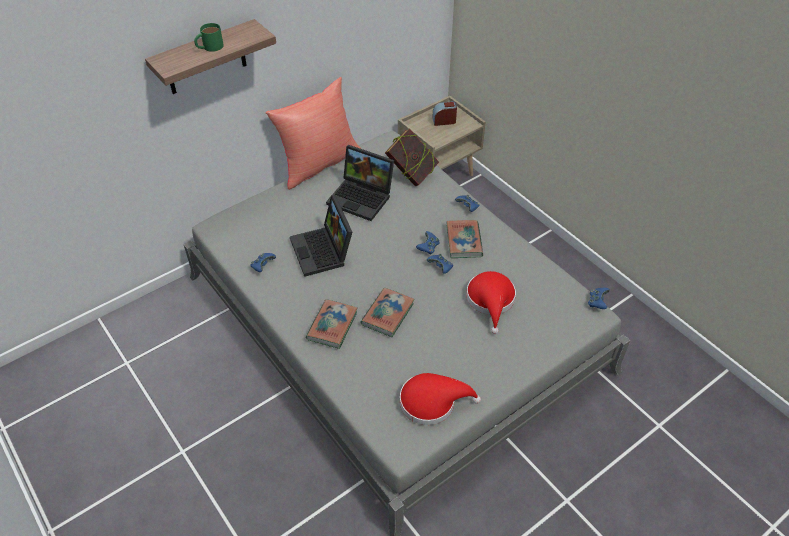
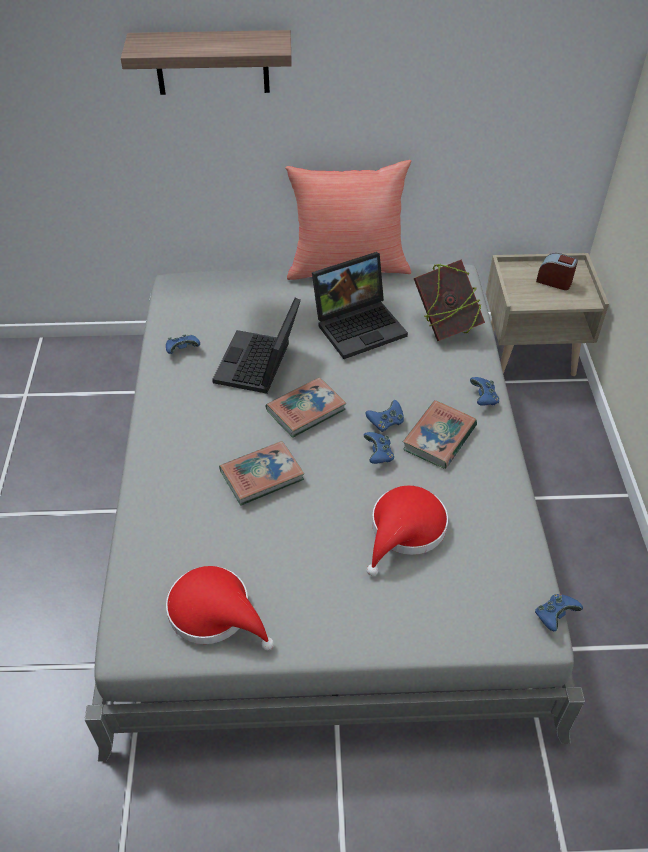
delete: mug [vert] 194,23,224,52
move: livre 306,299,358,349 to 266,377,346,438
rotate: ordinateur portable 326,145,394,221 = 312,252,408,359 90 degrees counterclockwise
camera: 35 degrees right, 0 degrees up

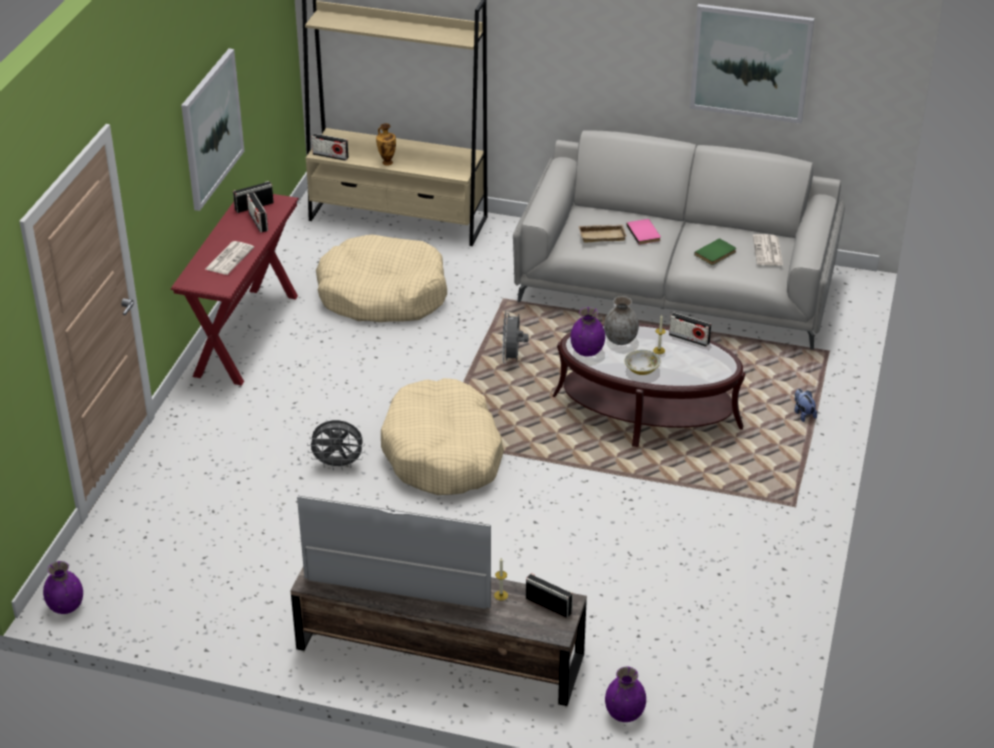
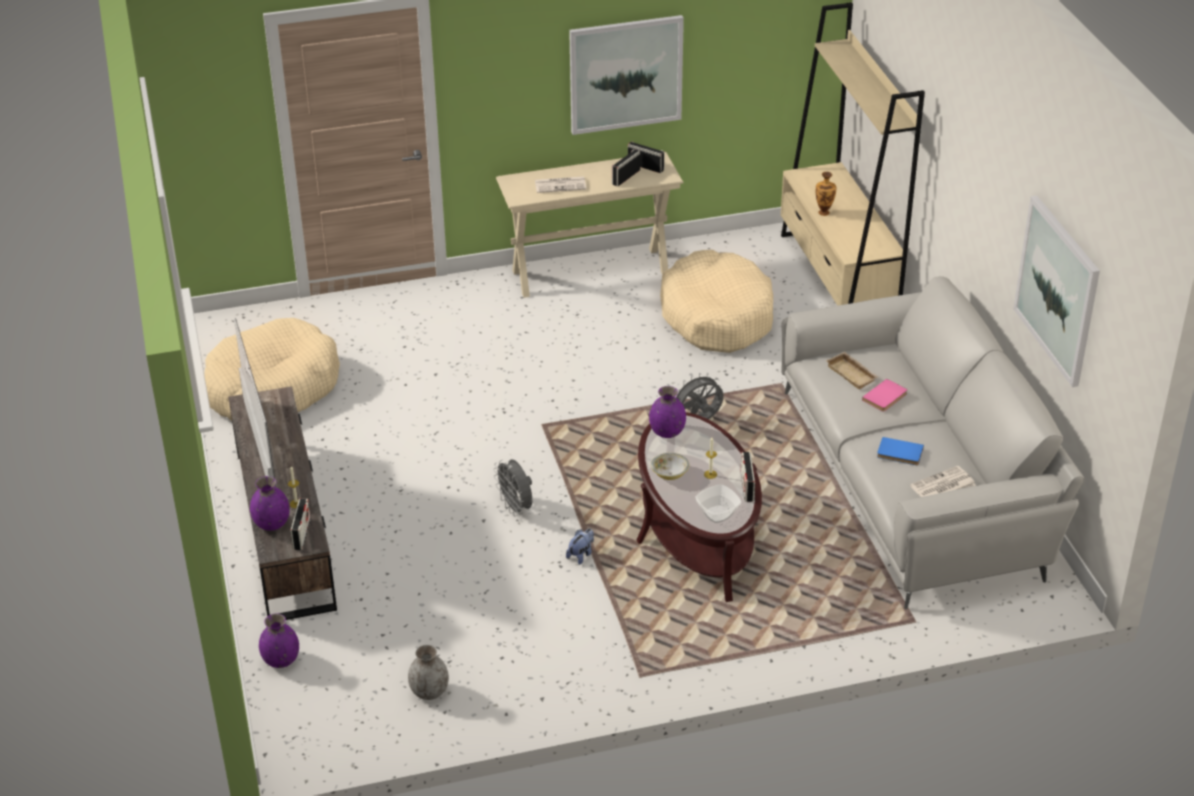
delete: radio 312,133,349,161
insert: bol 695,484,741,523
move: panier pour chien [beige] 381,378,504,495 to 204,318,340,421; vase [violet] 43,561,83,614 to 250,476,290,531; vase [gris] 604,296,639,345 to 408,645,449,700; ventilateur [gris] 307,420,365,470 to 493,459,532,516; peluche 794,389,817,422 to 566,529,594,565
recolor: table console [rouge] 171,194,299,386 to table console [beige] 496,152,684,298; livre [vert] 694,238,736,265 to livre [bleu] 877,437,924,465
camera: 60 degrees right, 0 degrees up

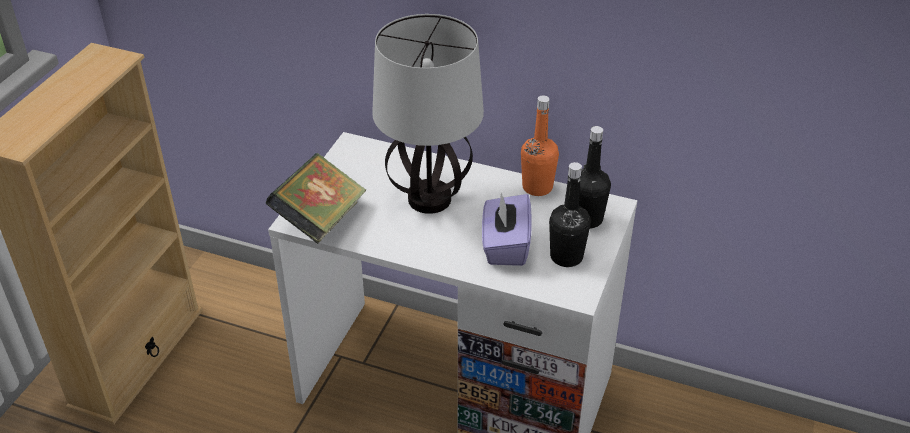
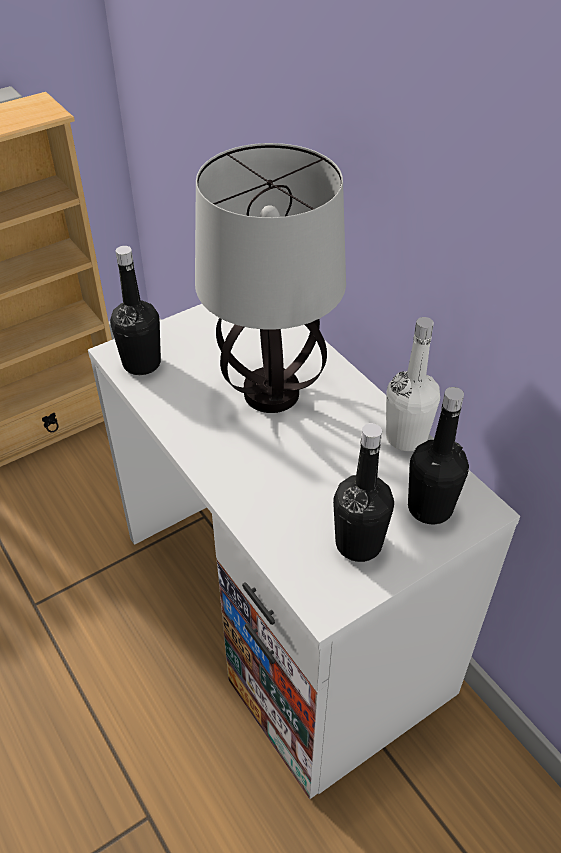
delete: boîte à mouchoirs [violet] 482,193,531,266
replace: livre 266,153,366,244 to bouteille [noir] 110,246,161,375
recolor: bouteille [orange] 521,95,559,196 to bouteille [blanc] 386,317,440,451
camera: 35 degrees right, 5 degrees up

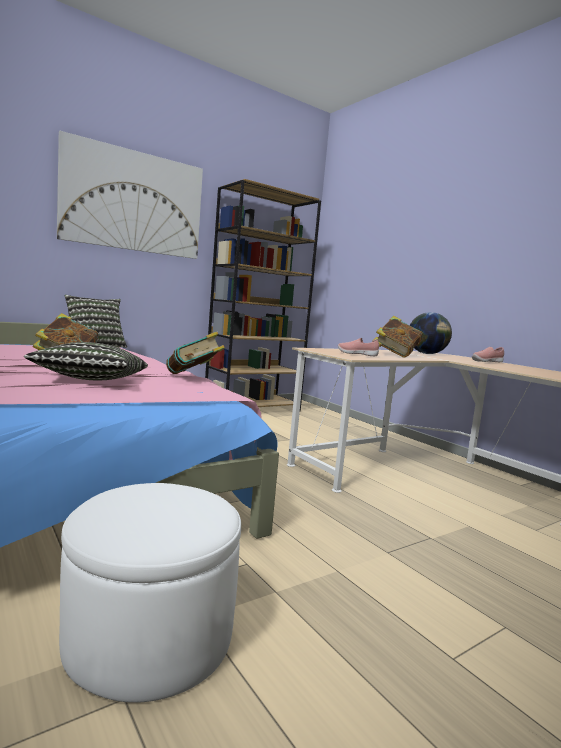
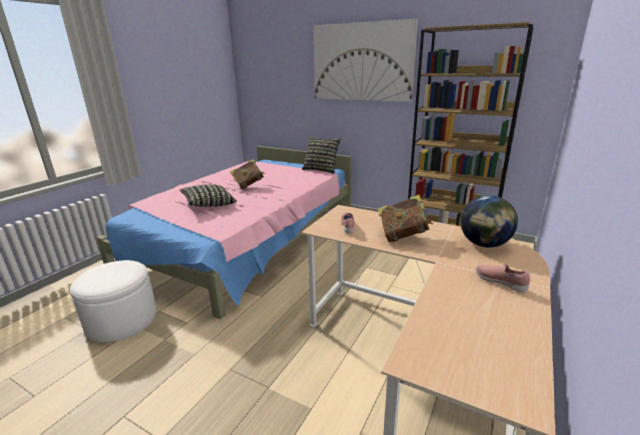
delete: livre 166,332,225,374
camera: 65 degrees right, 15 degrees up

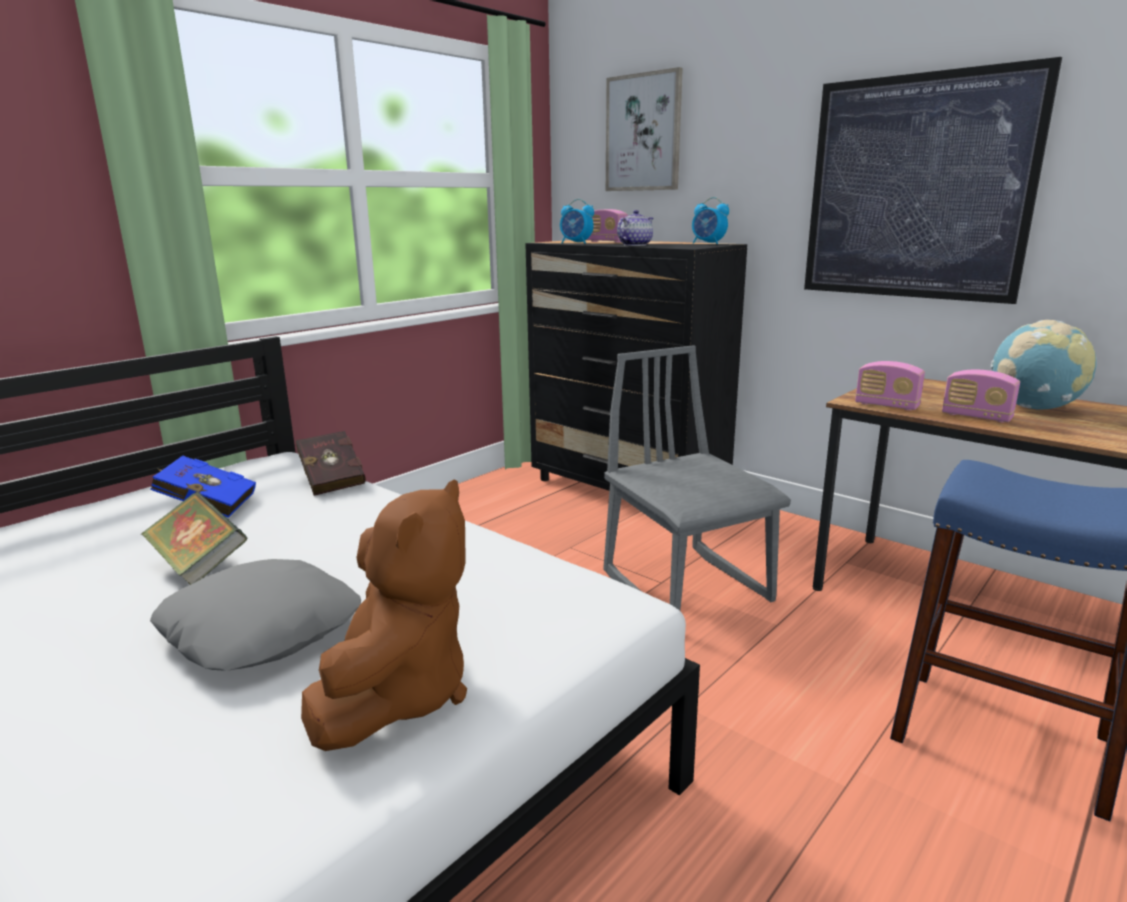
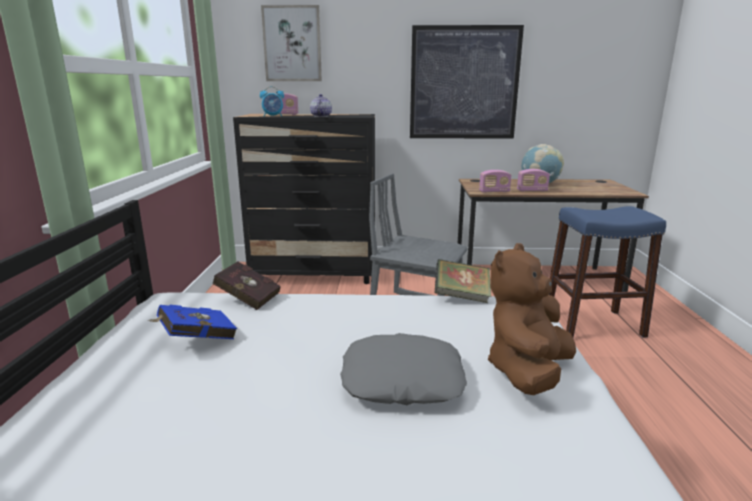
delete: réveil 692,197,729,244
move: livre 141,492,248,585 to 435,259,491,303
rotate: peluche [marron] 301,479,467,751 = 488,243,576,395 120 degrees counterclockwise
camera: 40 degrees left, 0 degrees up

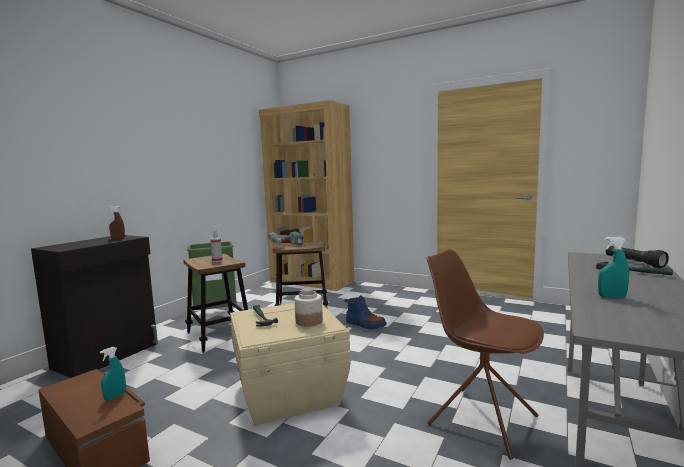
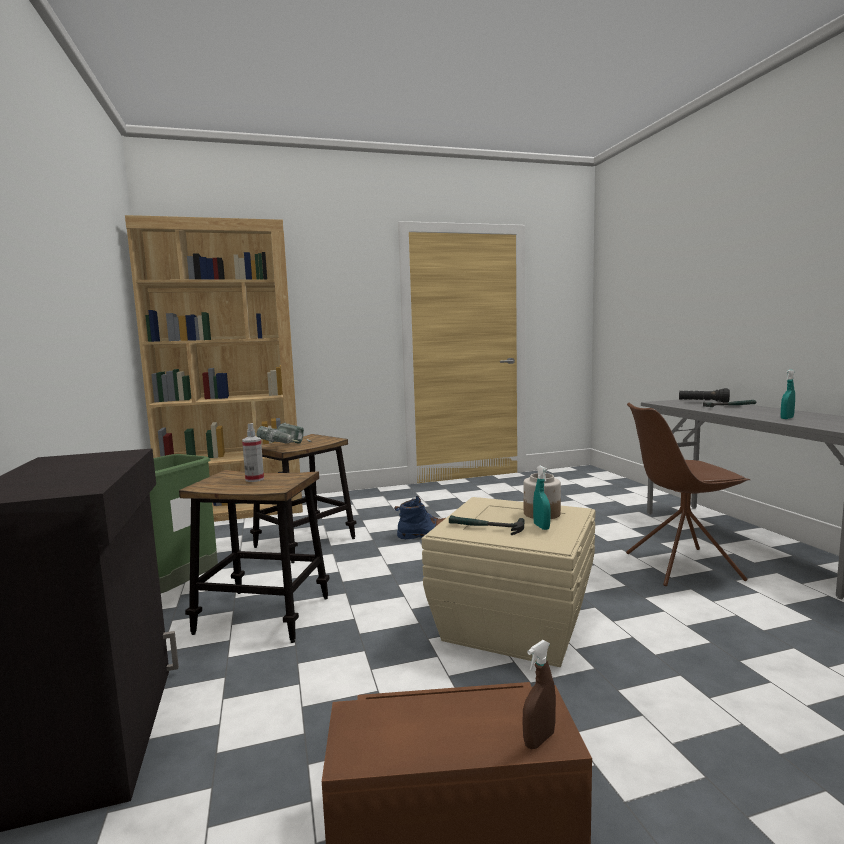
move: vaporisateur [marron] 109,205,125,239 to 522,640,556,749; vaporisateur [turquoise] 100,347,126,401 to 533,466,551,530
camera: 45 degrees left, 0 degrees up

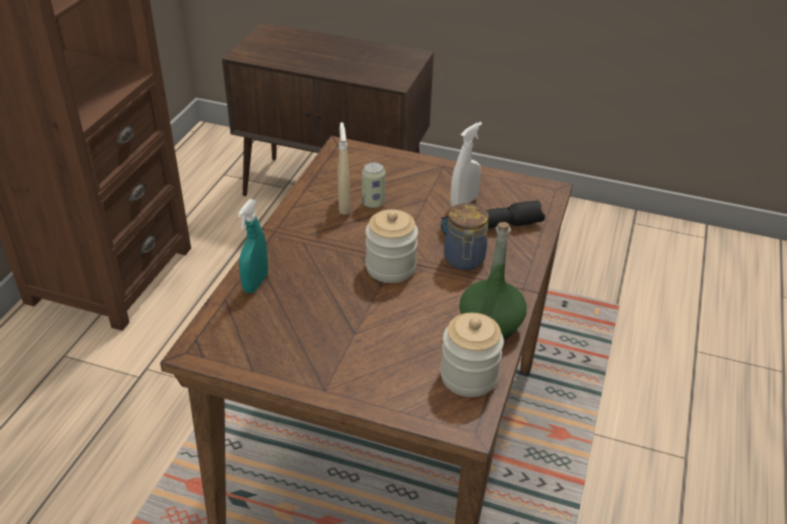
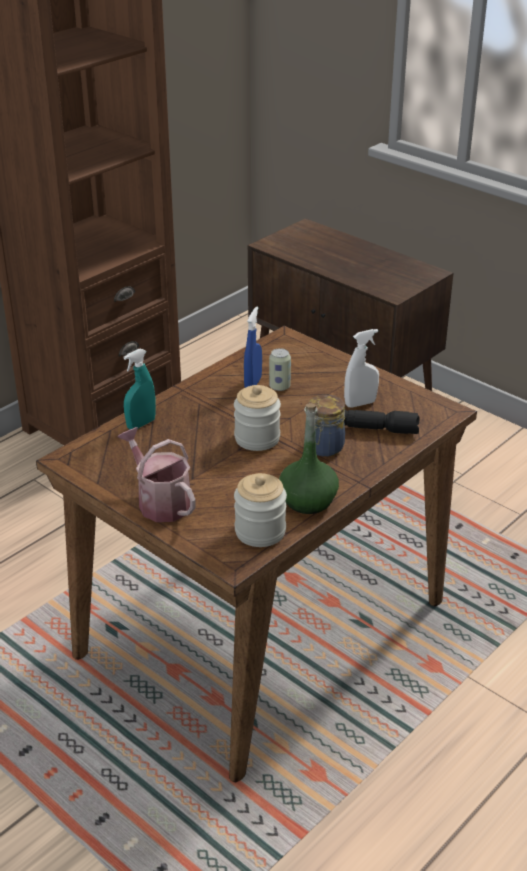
insert: arrosoir 117,427,196,522
recolor: vaporisateur [beige] 338,122,350,215 to vaporisateur [bleu] 244,307,262,388
camera: 25 degrees right, 5 degrees down

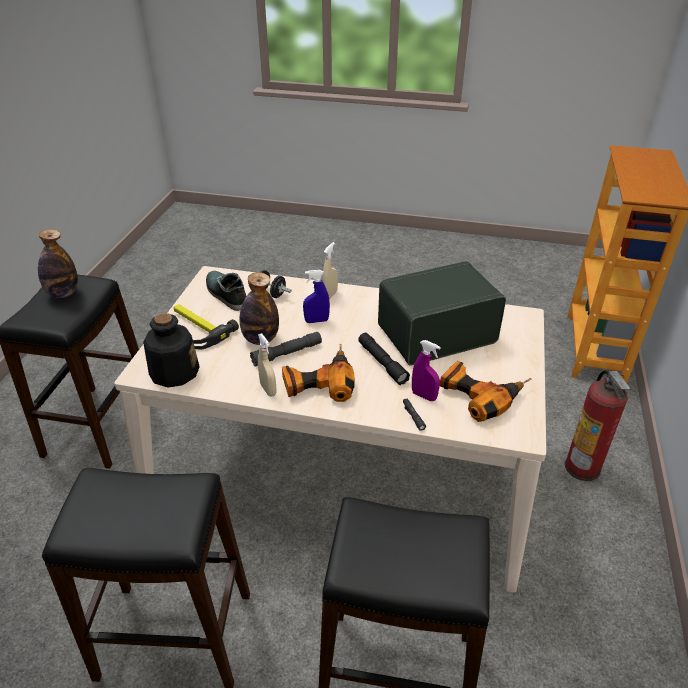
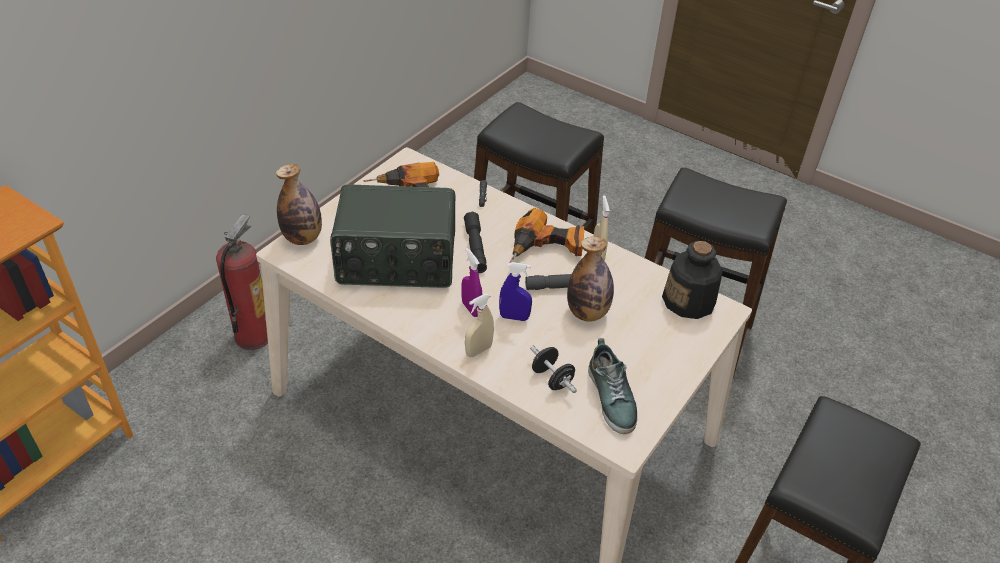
delete: marteau 173,304,239,350
move: bouteille 38,229,78,298 to 276,164,322,245; vaporisateur [violet] 412,340,441,401 to 461,248,482,317
camera: 160 degrees left, 5 degrees up

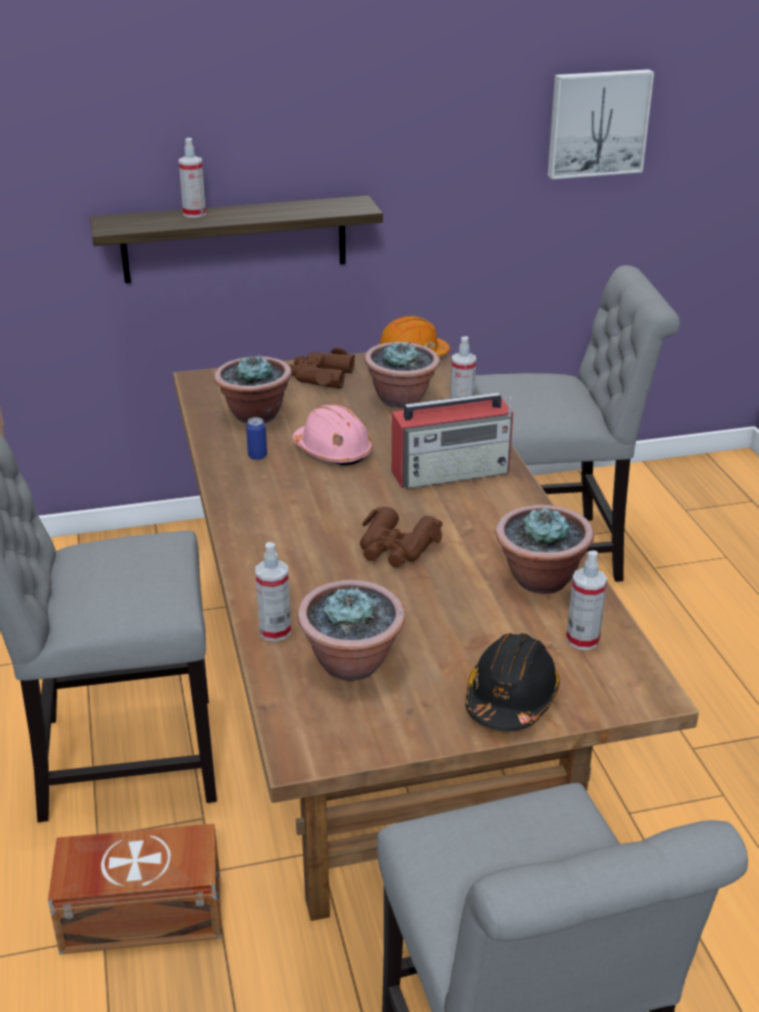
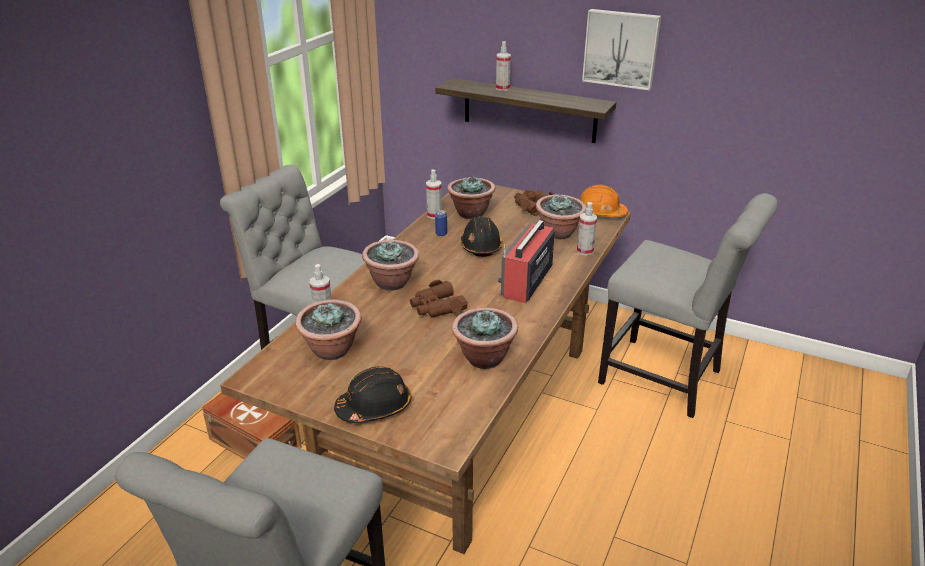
insert: plante en pot 362,240,419,291
move: vaporisateur 566,551,607,650 to 426,170,442,219; tableau 547,69,654,179 to 582,9,661,90
recolor: casque de chantier [rose] 292,404,373,466 to casque de chantier [noir] 460,216,503,257
rotate: radio 392,392,513,489 = 498,220,555,303 90 degrees clockwise
camera: 40 degrees right, 0 degrees up

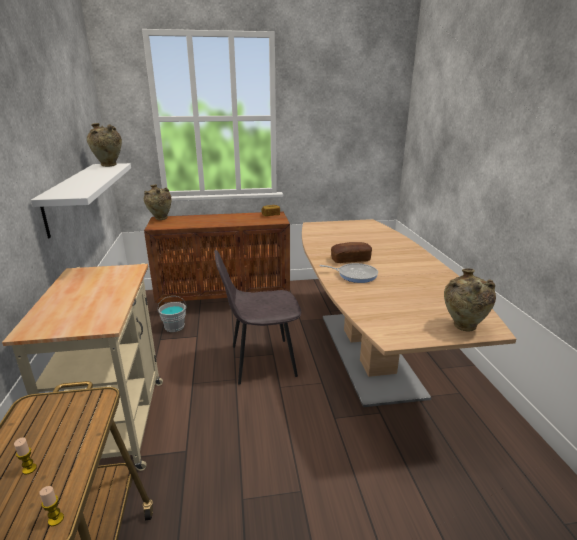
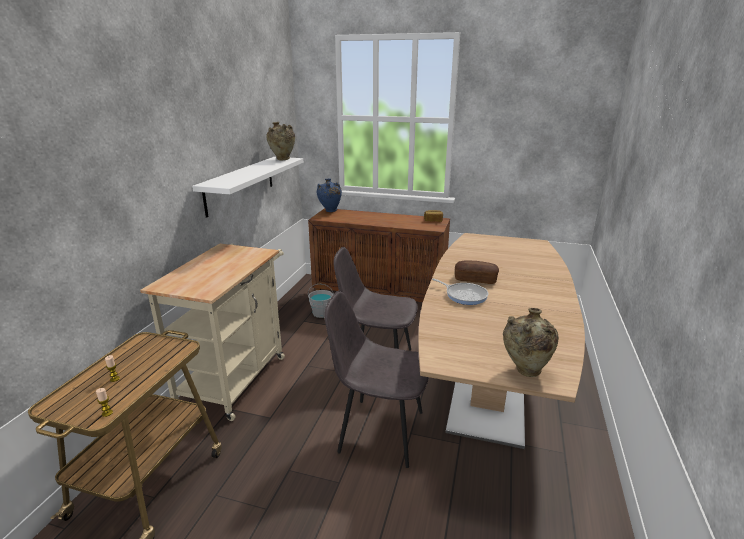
insert: chaise [gris] 325,291,429,468
recolor: vase [beige] 144,184,172,220 to vase [bleu] 317,178,342,212
camera: 25 degrees right, 0 degrees up

